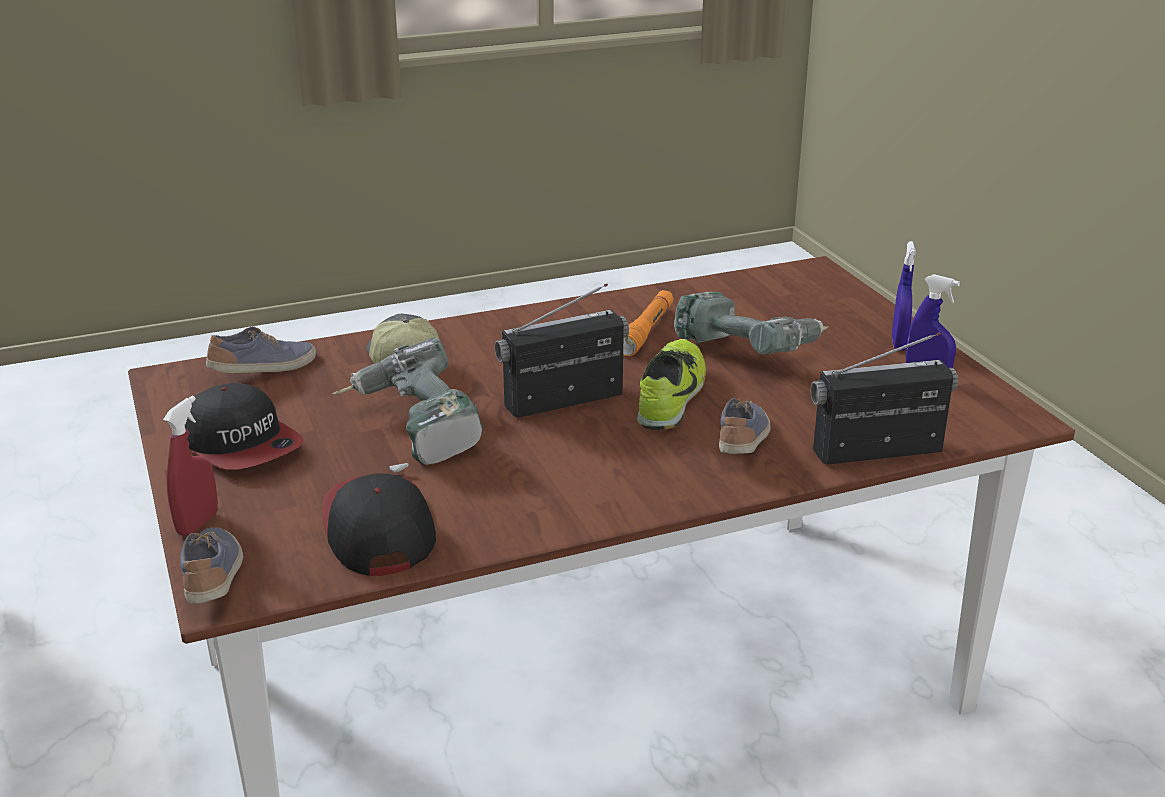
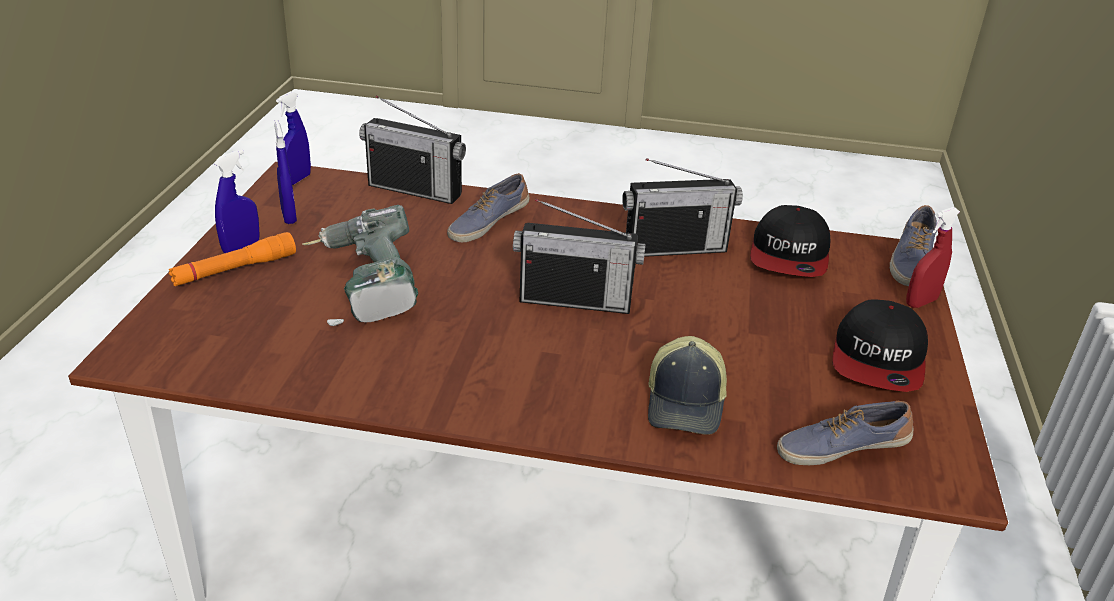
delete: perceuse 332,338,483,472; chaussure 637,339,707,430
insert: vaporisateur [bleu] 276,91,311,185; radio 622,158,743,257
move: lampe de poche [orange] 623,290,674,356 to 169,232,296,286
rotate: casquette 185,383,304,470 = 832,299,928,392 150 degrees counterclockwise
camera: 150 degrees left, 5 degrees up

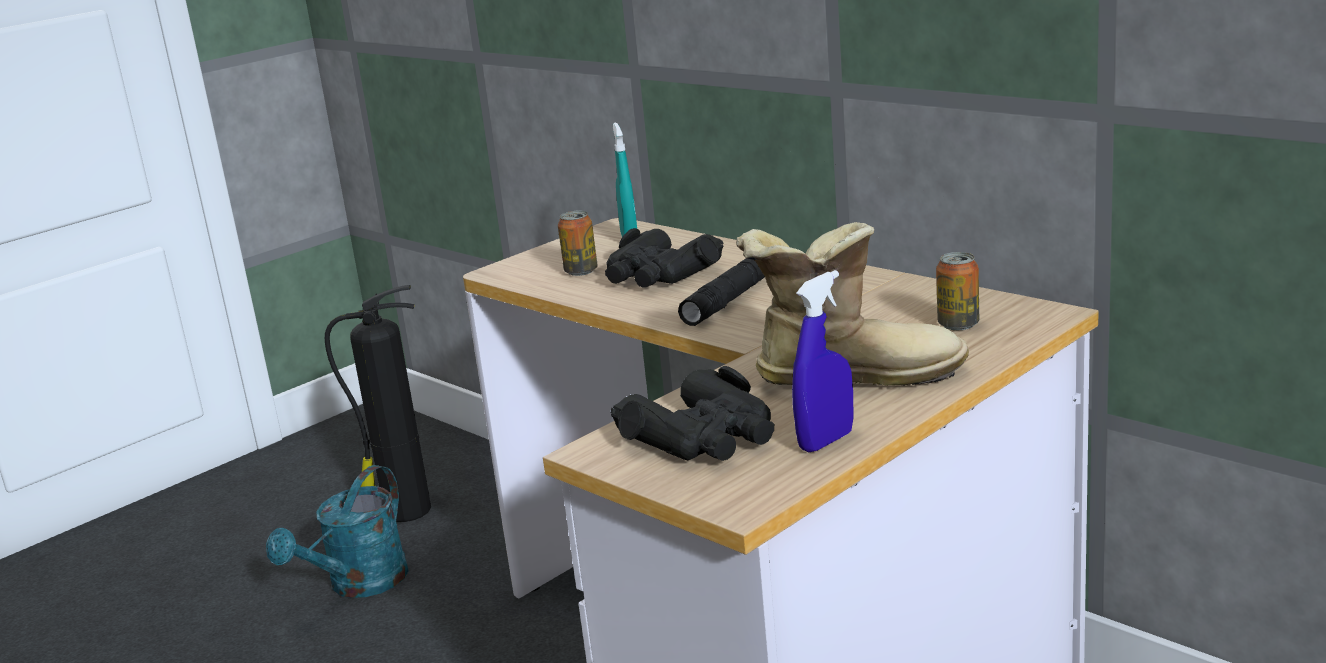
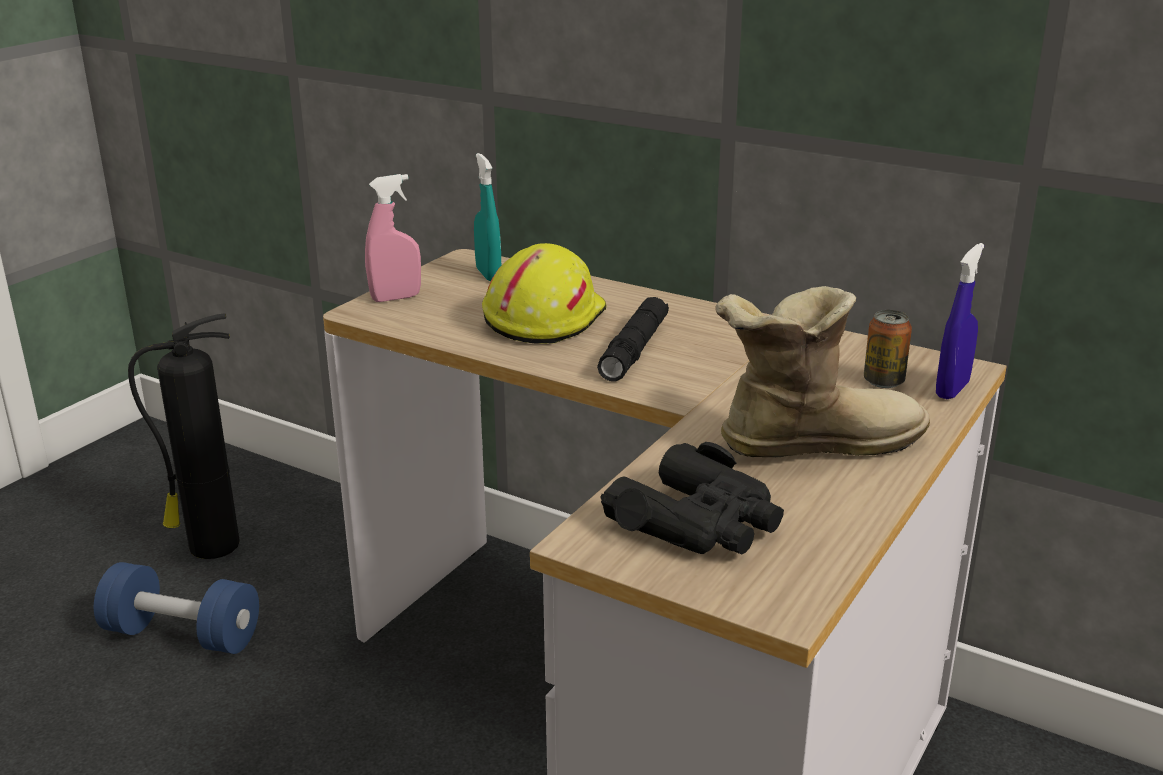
delete: boîte métallique 558,211,598,276
insert: vaporisateur [rose] 365,174,421,302
move: vaporisateur [bleu] 792,270,853,452 to 936,243,984,399
replace: arrosoir [turquoise] 266,465,409,598 to haltère [bleu] 94,562,259,654; jumelles [noir] 605,228,724,288 to casque de chantier [jaune] 482,243,607,344
camera: 15 degrees left, 5 degrees up

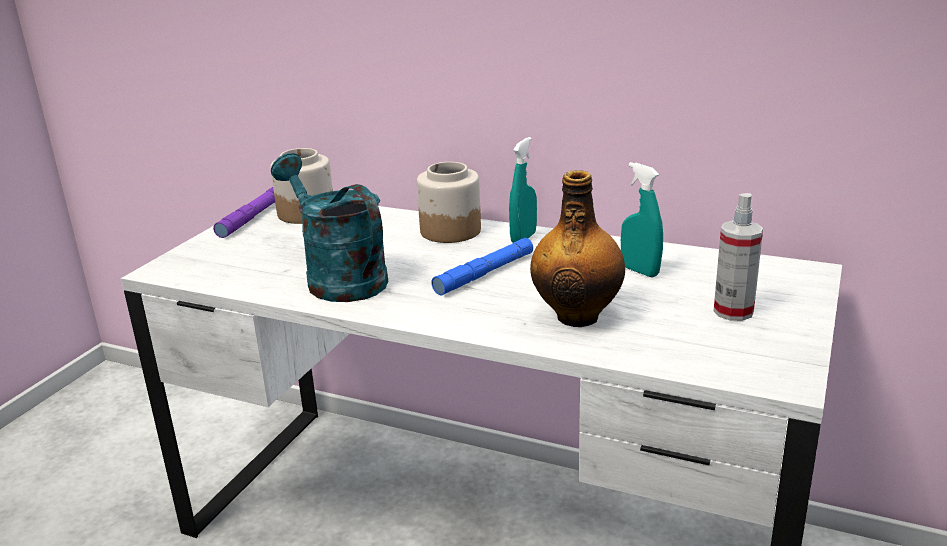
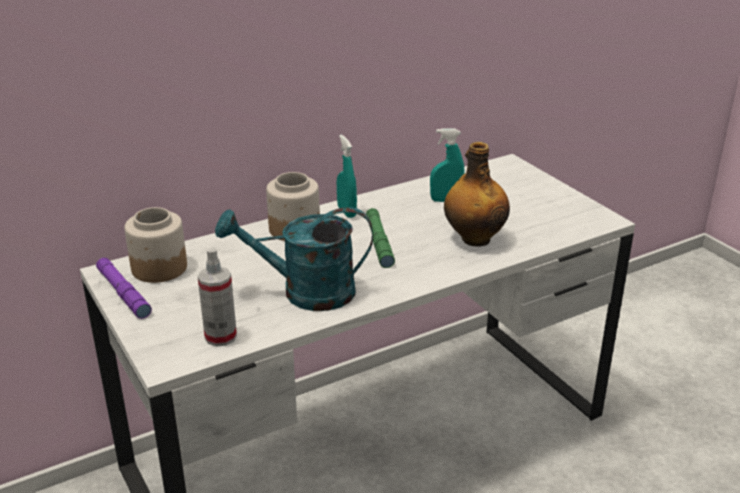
move: vaporisateur 714,193,763,321 to 197,247,237,347
recolor: lampe de poche [bleu] 431,238,533,296 to lampe de poche [vert] 366,208,395,268
camera: 55 degrees left, 5 degrees up

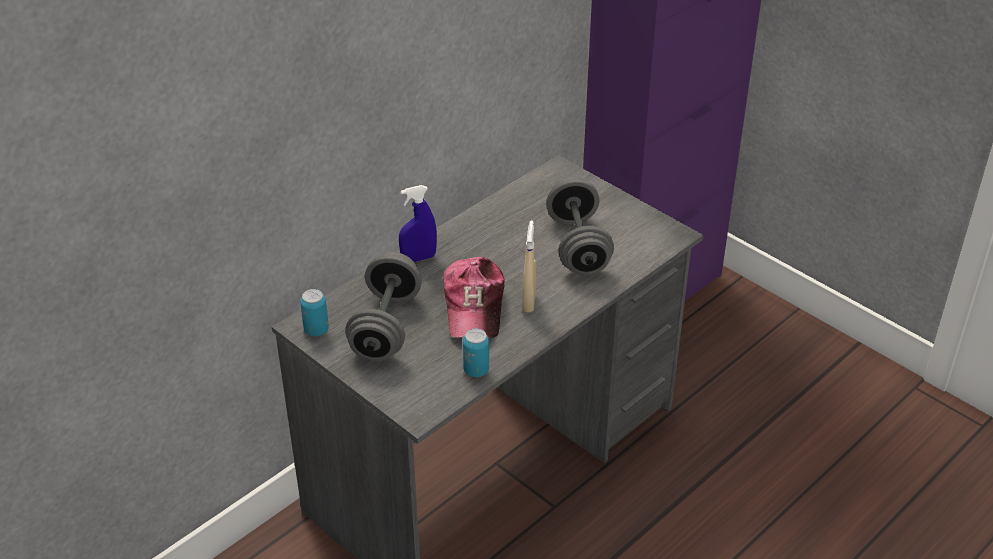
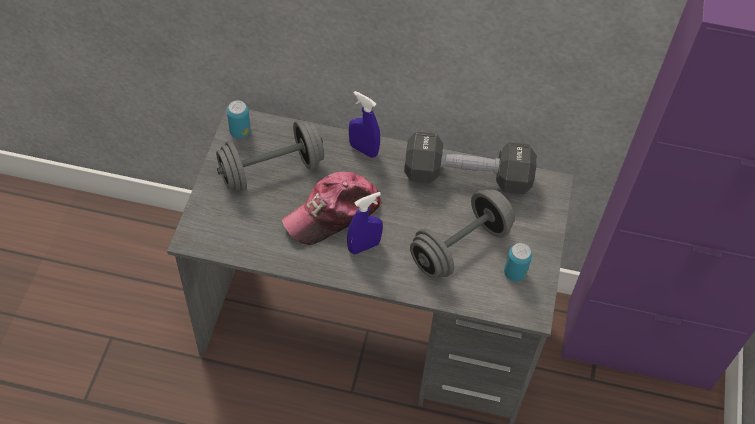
insert: haltère [noir] 404,132,537,194
move: boîte métallique 463,328,489,377 to 504,243,532,282
recolor: vaporisateur [beige] 522,220,536,313 to vaporisateur [bleu] 347,192,383,254
camera: 55 degrees right, 15 degrees up

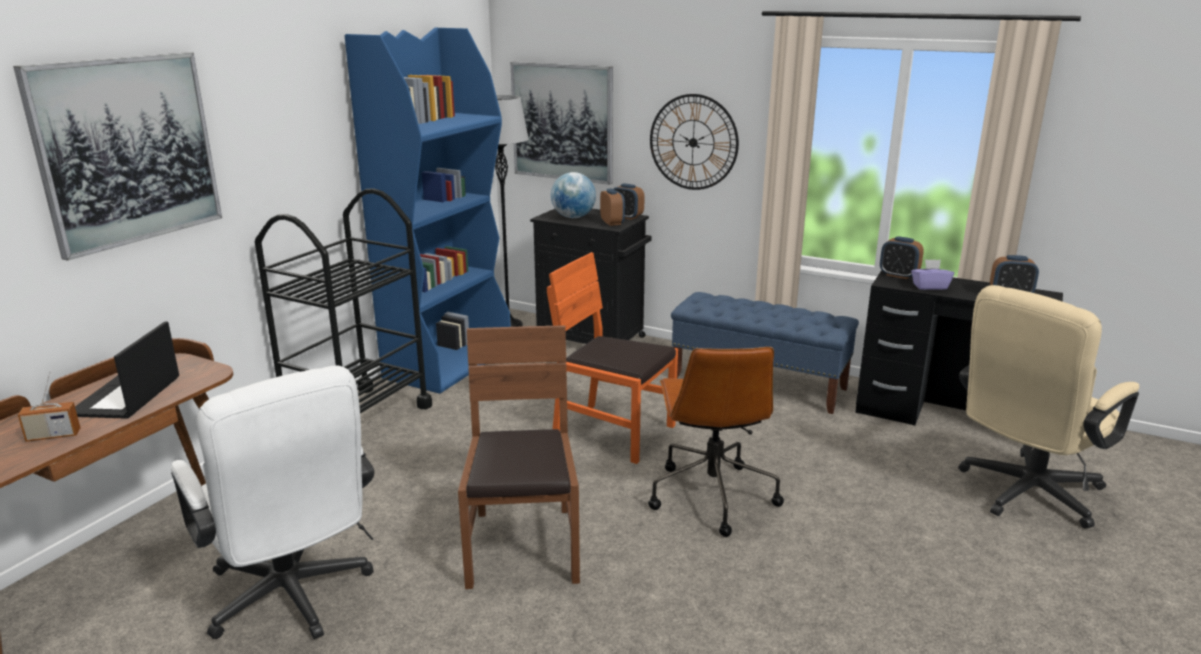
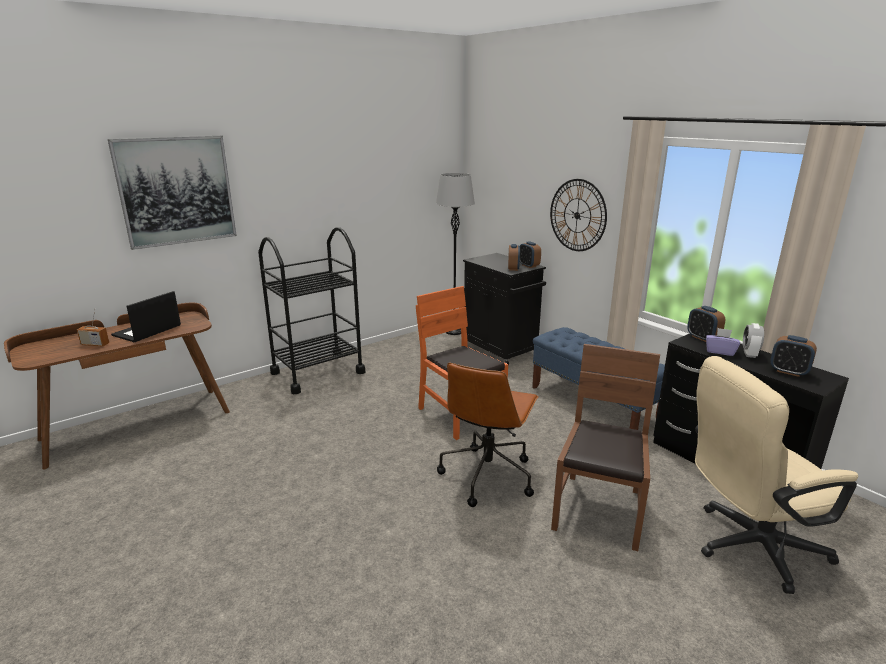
delete: chaise de bureau [blanc] 171,365,374,639; bibliothèque [bleu] 345,28,511,394; tableau 510,62,613,185; globe 551,172,596,218
insert: réveil 743,323,764,358
move: chaise [marron] 458,325,580,589 to 551,344,660,551
camera: 25 degrees right, 0 degrees up

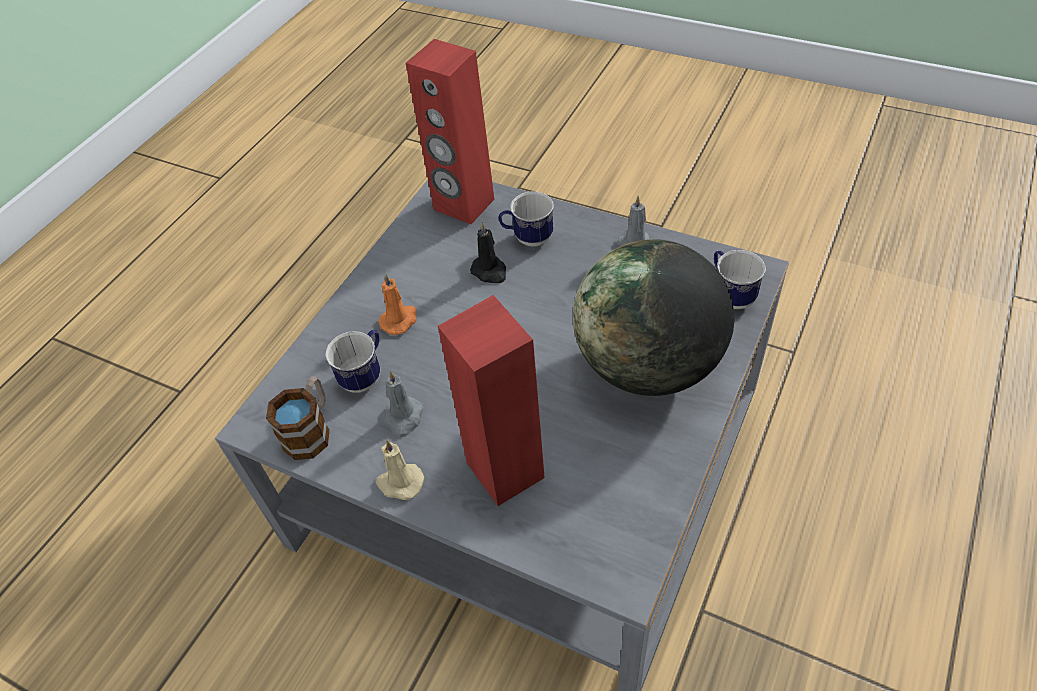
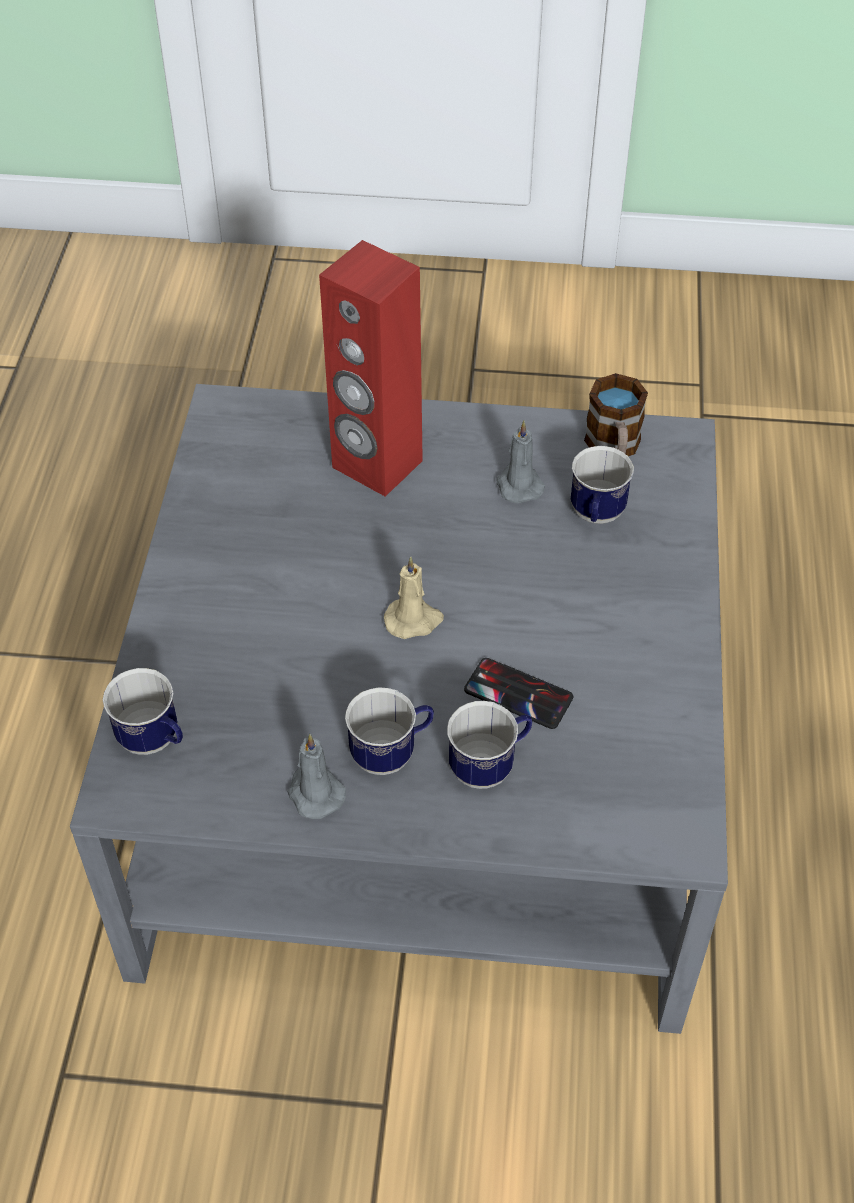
delete: bougie [orange] 379,274,417,335; enceinte [rouge] 406,39,494,224; globe 573,239,734,396
insert: mug 345,687,434,775
move: bougie [beige] 376,439,424,500 to 384,557,444,639
replace: bougie [noir] 470,222,506,283 to téléphone 464,658,573,729
camera: 155 degrees right, 0 degrees up

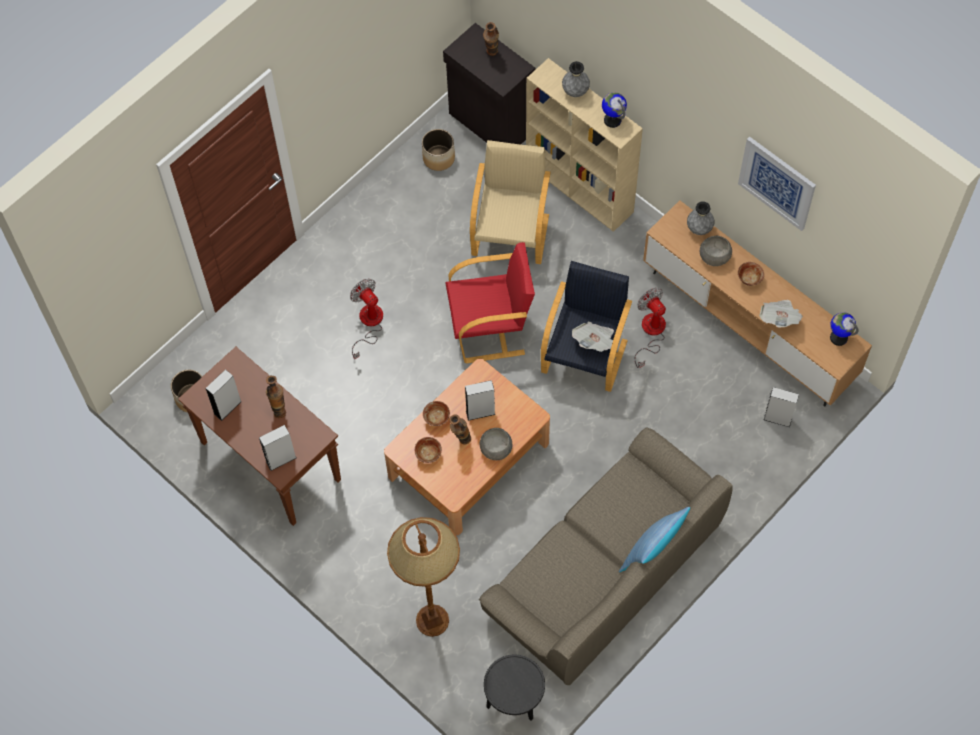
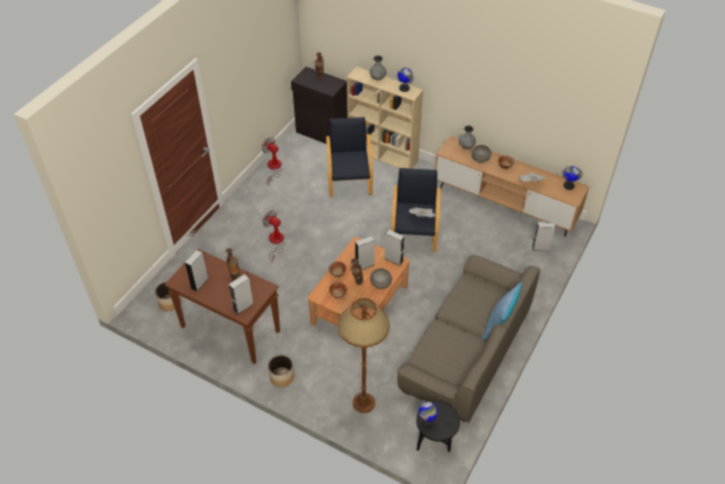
delete: fauteuil [rouge] 446,242,535,363; tableau 738,136,816,231
insert: enceinte [gris] 384,230,404,266; globe 419,400,438,428
move: ventilateur 635,288,666,368 to 262,137,282,185; cache-pot 422,129,455,171 to 268,355,294,387
recolor: fauteuil [beige] 470,140,551,264 to fauteuil [noir] 326,117,373,197
camera: 15 degrees left, 15 degrees down

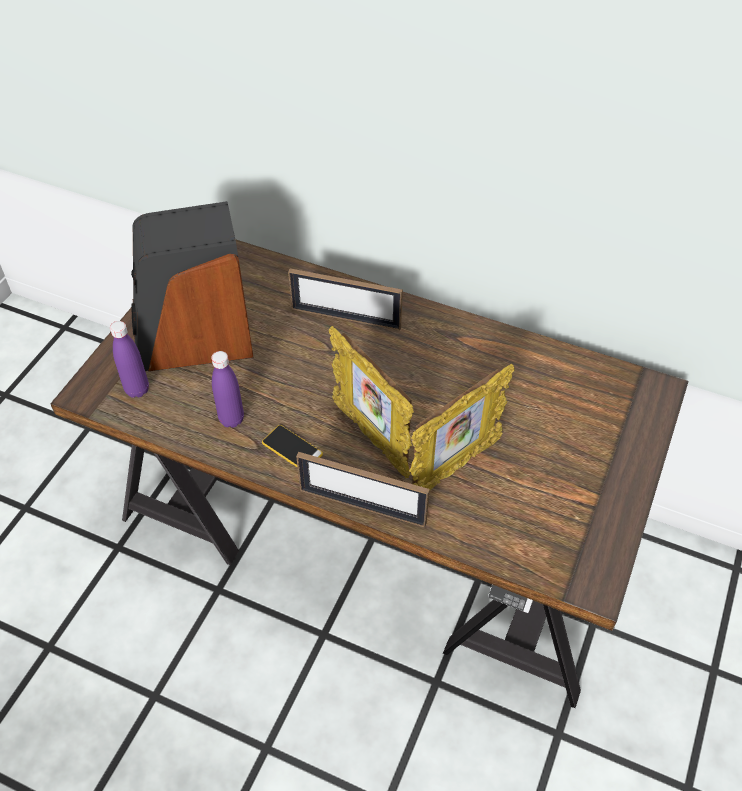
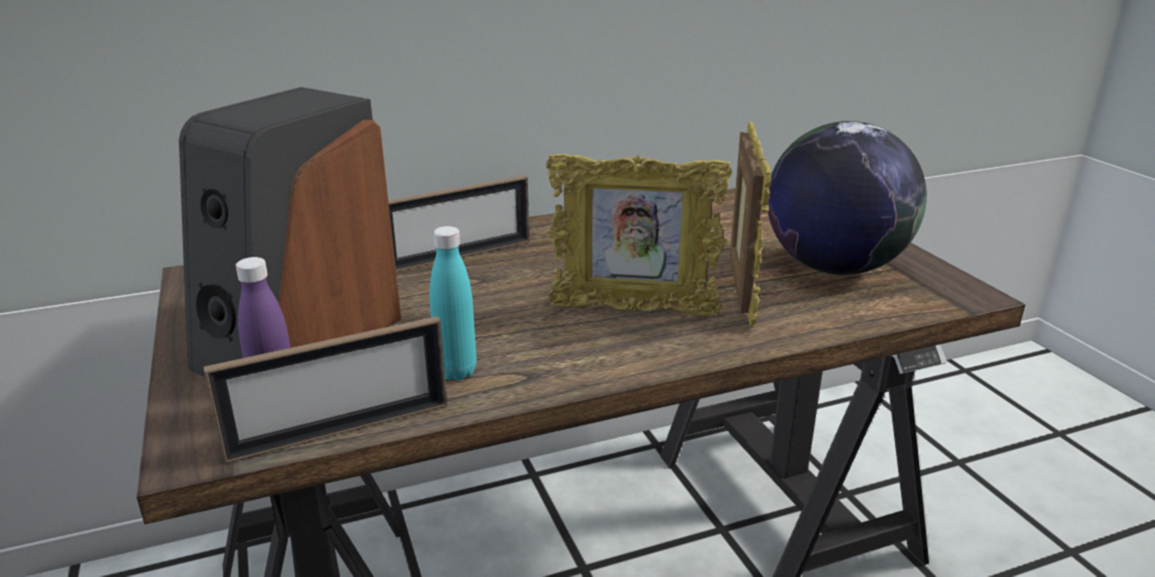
delete: téléphone 262,425,323,468
insert: globe 768,121,927,275
move: cadre photo 296,452,430,527 to 203,316,447,463
recolor: bouteille [violet] 211,351,244,428 to bouteille [turquoise] 430,226,476,381
camera: 45 degrees left, 25 degrees down

